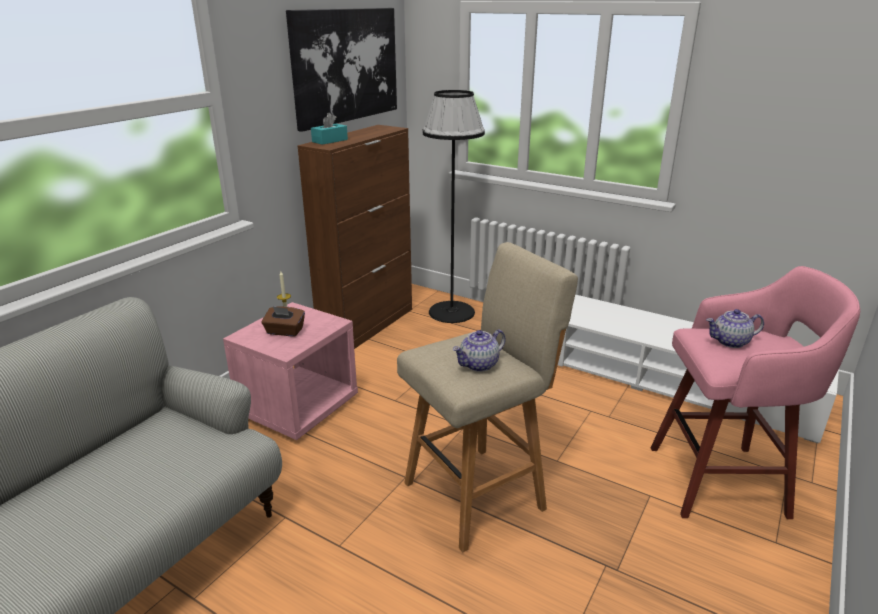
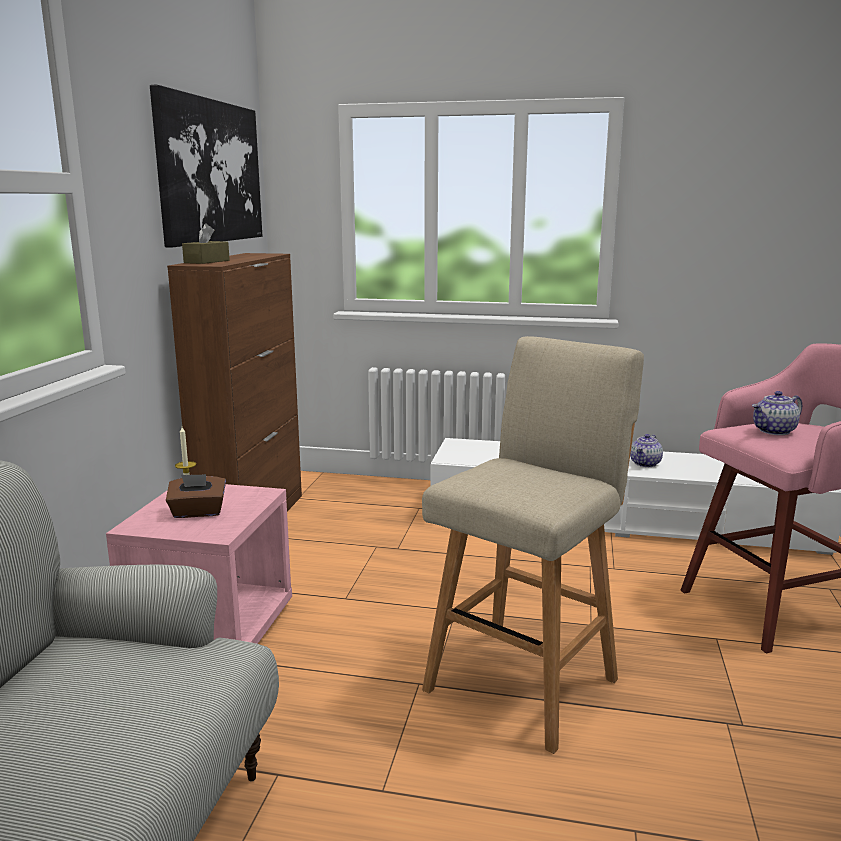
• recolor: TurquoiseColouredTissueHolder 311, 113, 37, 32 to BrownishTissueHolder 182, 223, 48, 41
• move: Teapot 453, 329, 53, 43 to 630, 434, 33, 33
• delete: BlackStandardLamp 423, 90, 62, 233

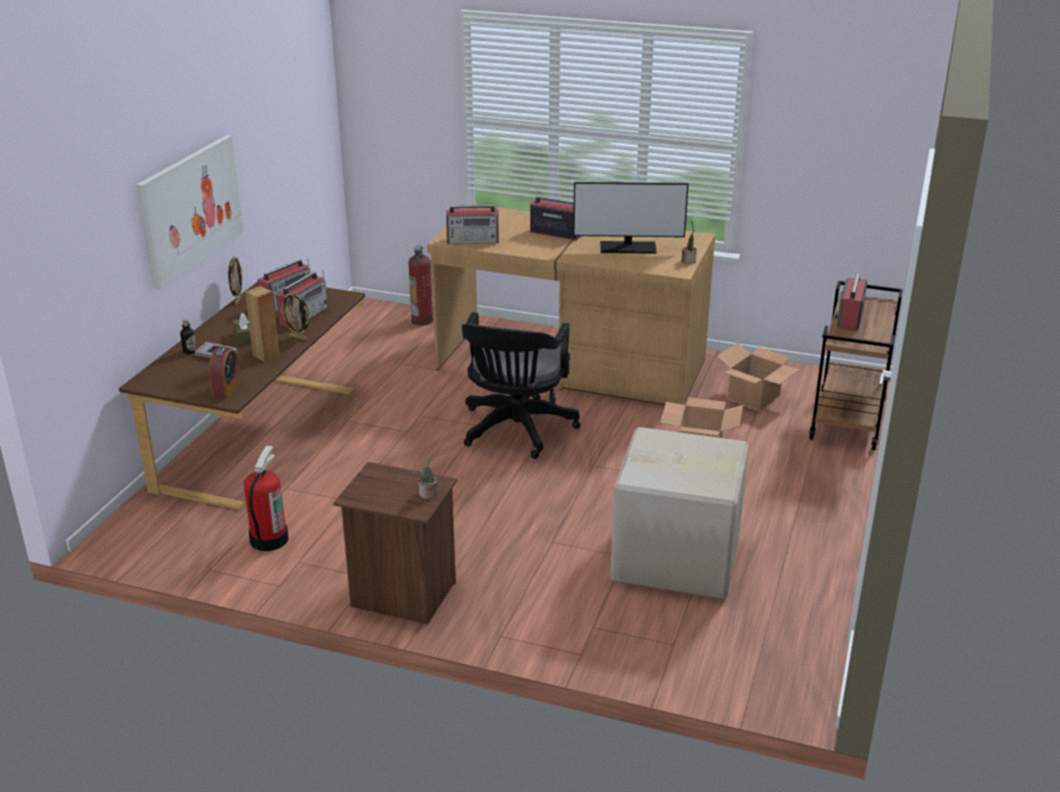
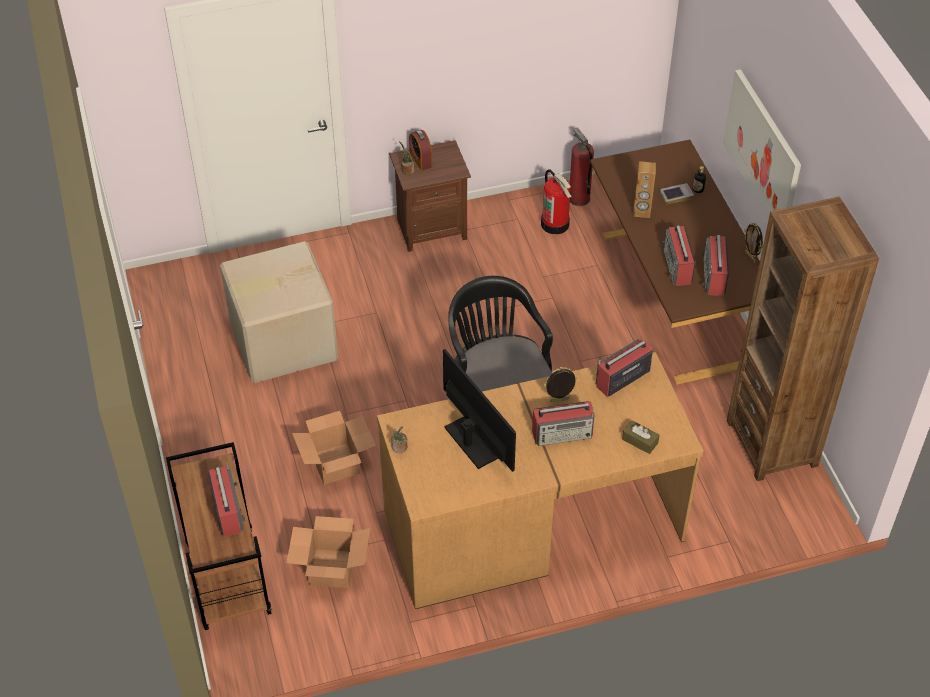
• move: BedsideClock 209, 347, 32, 52 to 409, 130, 23, 41
• rotate: ComputerScreen 573, 182, 116, 72 = 443, 349, 73, 123 90 degrees clockwise
• move: PhotoFrame 280, 292, 30, 48 to 544, 367, 33, 35
• move: Extinguisher 408, 246, 26, 80 to 570, 128, 24, 78
• move: BrownishTissueHolder 233, 313, 18, 32 to 622, 420, 37, 34
• insert: BrownishBookcase 727, 197, 152, 284

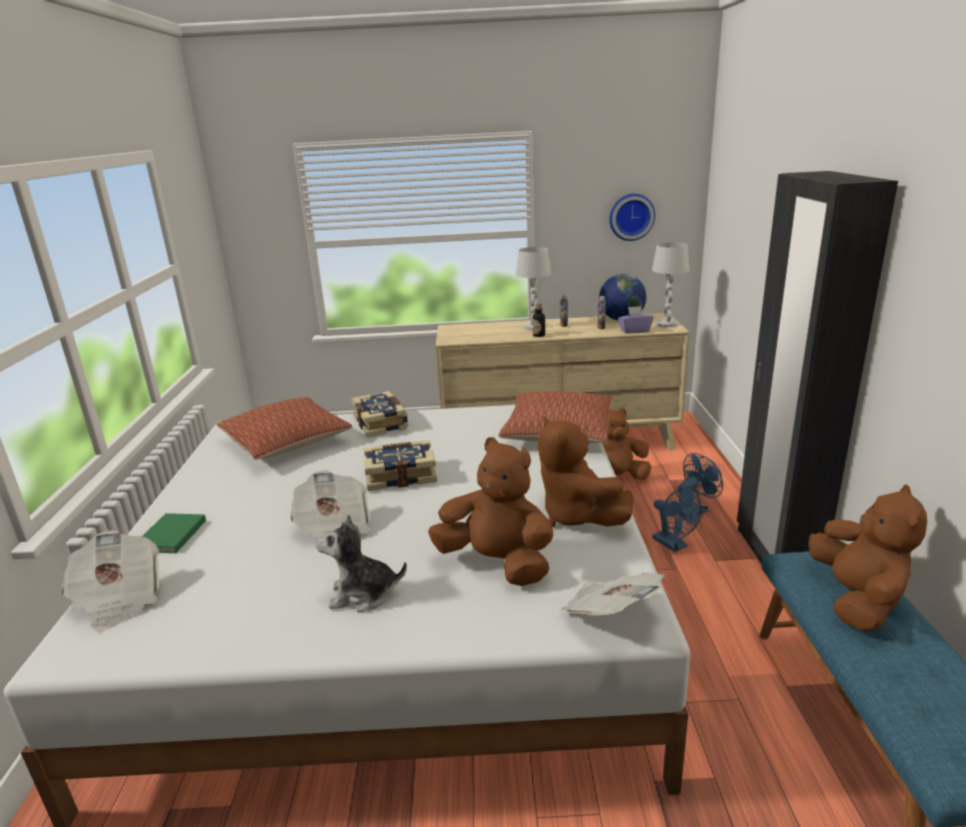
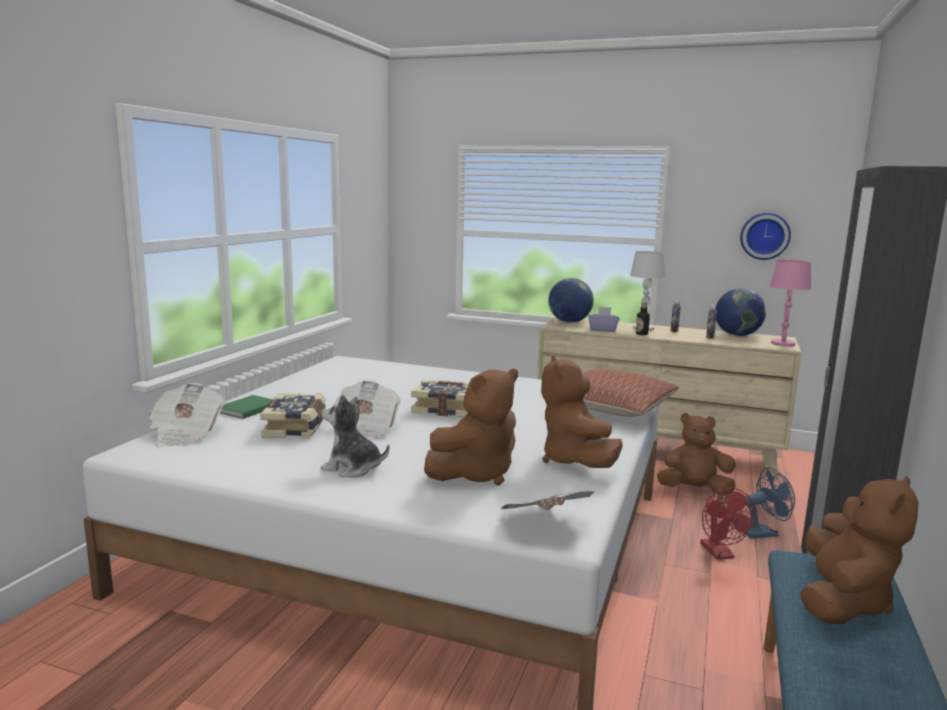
• move: BoundBook 351, 391, 57, 47 to 260, 393, 66, 45
• rotate: BrownishPlushToy 428, 437, 126, 149 = 424, 369, 94, 116 90 degrees clockwise
• insert: DeskGlobe 548, 278, 46, 45
• move: PurpleColouredTissueHolder 618, 306, 35, 28 to 588, 307, 31, 25
• recolor: BlueCoolingFan 653, 486, 49, 66 to RedColouredCoolingFan 700, 488, 55, 72
• recolor: WhitishTableLamp 652, 242, 37, 85 to PinkishTableLamp 770, 260, 41, 87
• delete: Pillow 216, 397, 136, 62

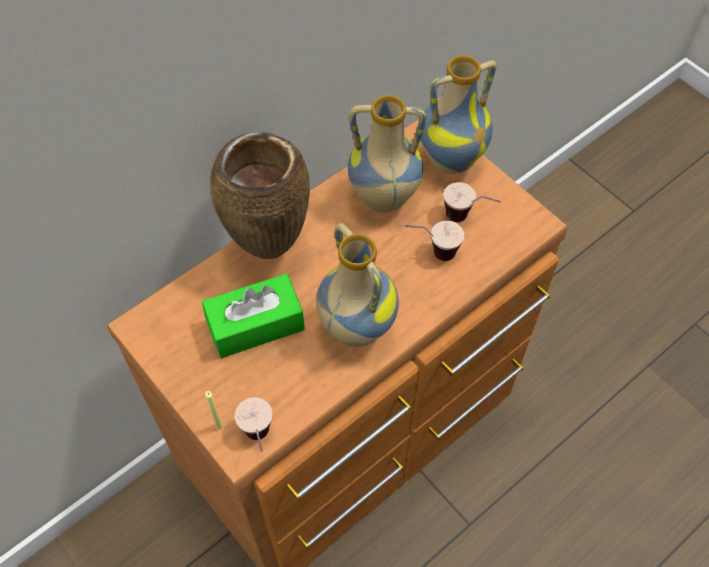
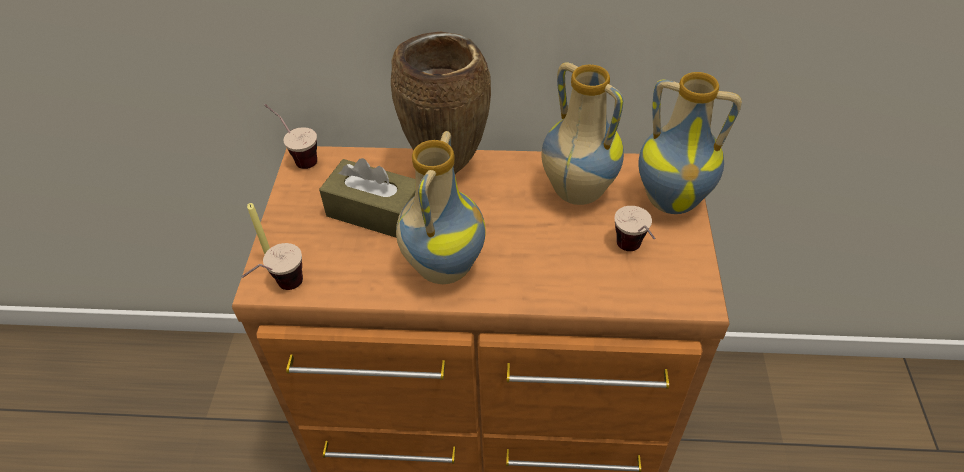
• move: Cup 405, 221, 59, 40 to 264, 104, 53, 65
• recolor: GreenTissueHolder 202, 274, 103, 84 to BrownishTissueHolder 319, 158, 97, 80

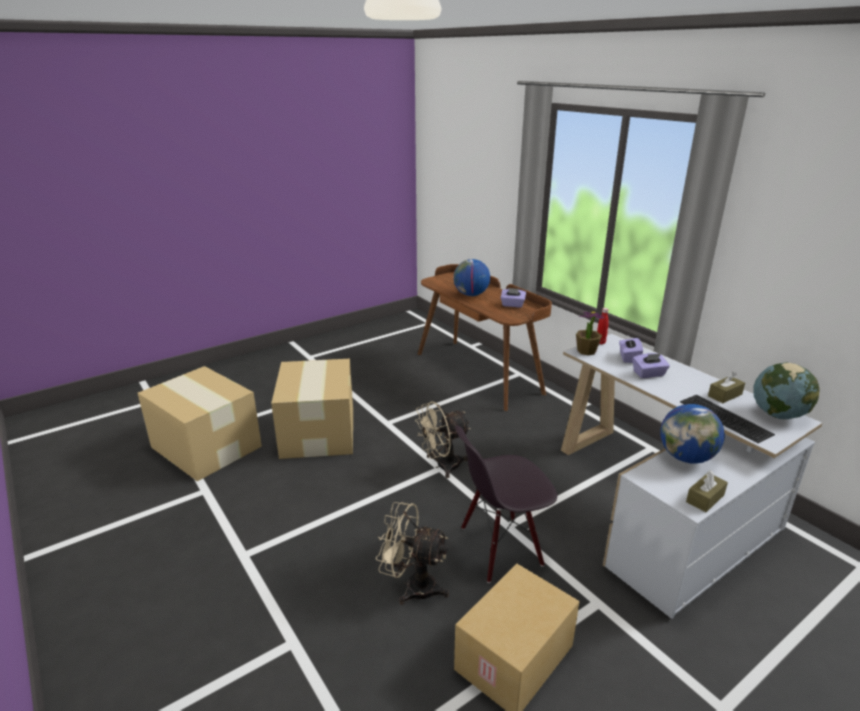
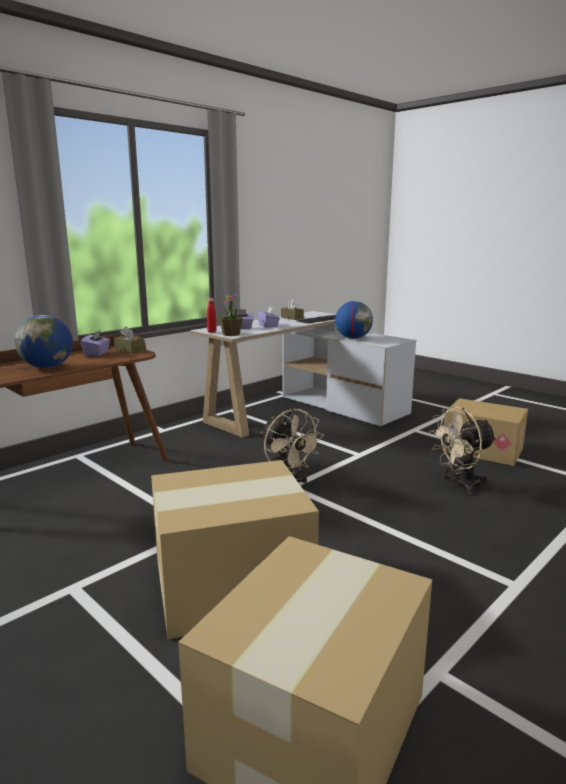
• move: BrownishTissueHolder 686, 470, 42, 42 to 114, 326, 30, 27
• rotate: BeigeCoolingFan 375, 502, 74, 103 = 429, 406, 68, 89 60 degrees clockwise
• delete: BlackChair 455, 425, 102, 158
• delete: DeskGlobe 753, 362, 67, 57

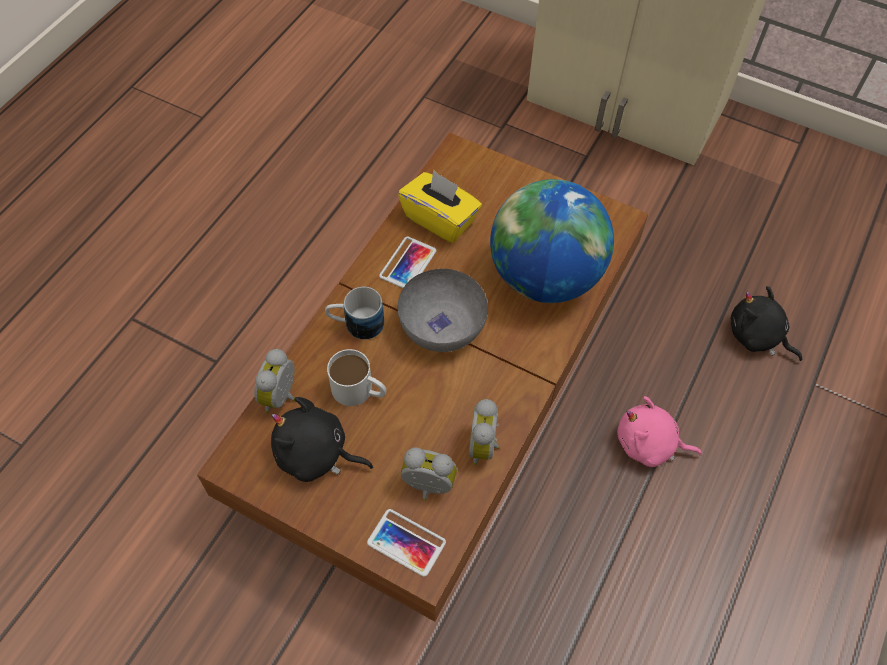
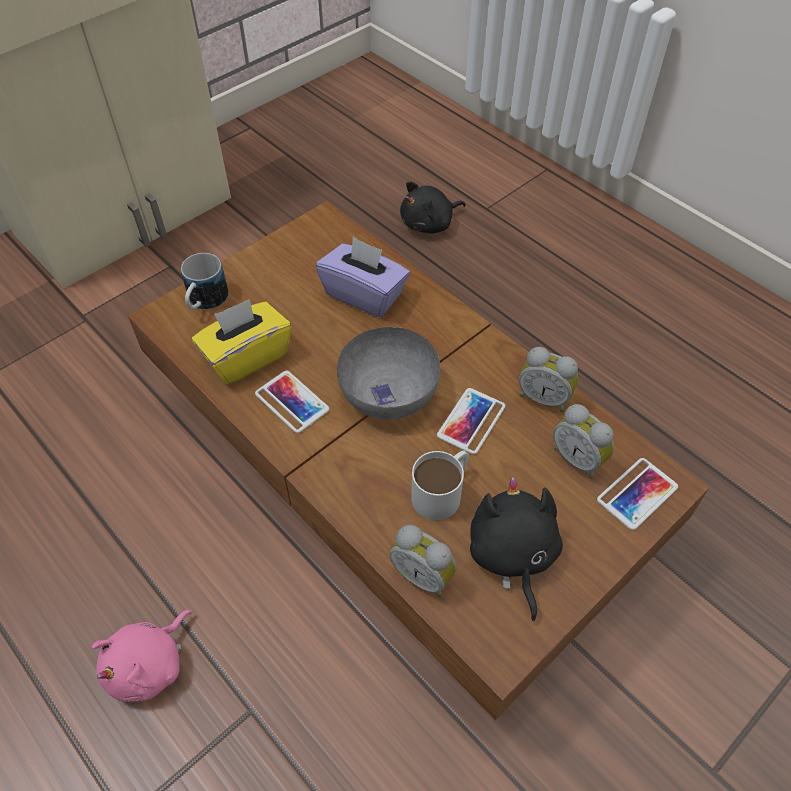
• move: PinkishPlushToy 617, 396, 85, 71 to 92, 610, 100, 92
• move: CoffeeMug 325, 287, 59, 53 to 181, 253, 47, 57
• replace: DeskGlobe 490, 179, 124, 124 to PurpleColouredTissueHolder 316, 237, 94, 80
• insert: Handset 437, 388, 68, 66
• rotate: BlackPlushToy 271, 397, 102, 85 = 470, 477, 93, 145 135 degrees clockwise
• rotate: BedsideClock 401, 447, 56, 54 = 553, 404, 61, 75 75 degrees counterclockwise

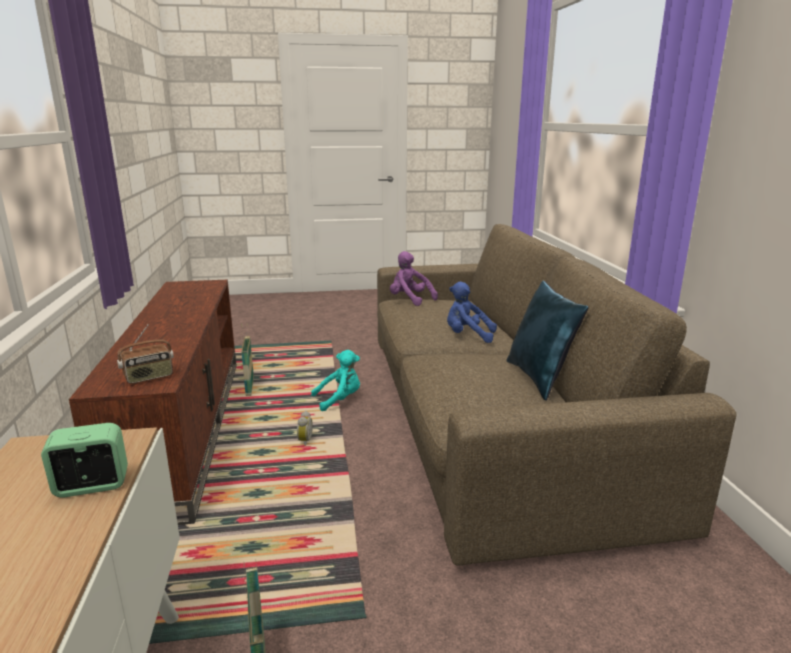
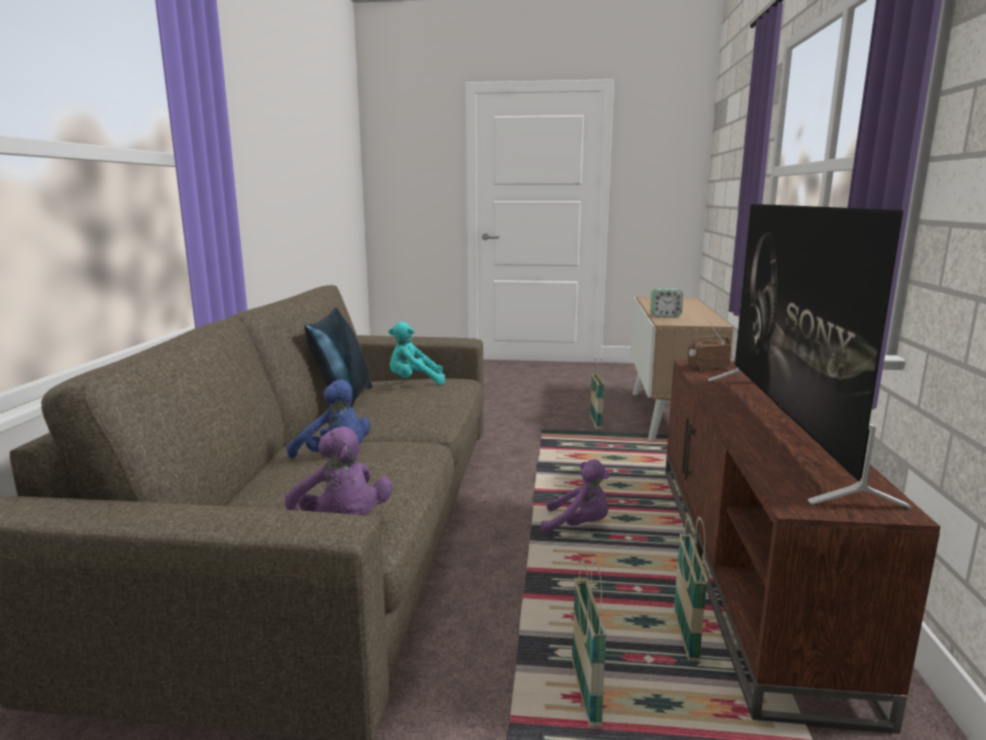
• move: TurquoiseColouredPlushToy 311, 350, 49, 61 to 389, 322, 56, 63
• replace: BedsideClock 297, 411, 16, 35 to PurpleColouredPlushToy 541, 460, 69, 74
• insert: HouseholdBasket 572, 559, 35, 168
• insert: Television 708, 204, 204, 305

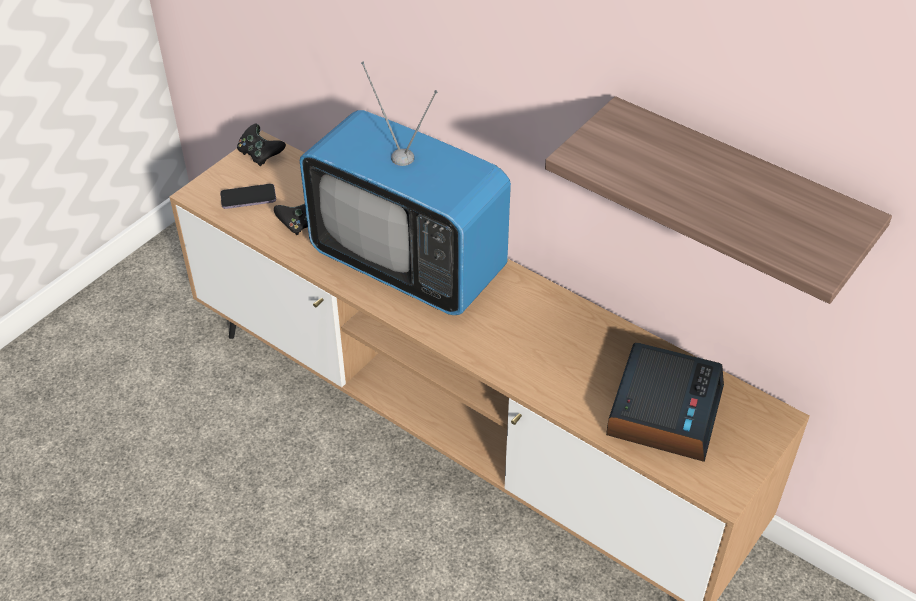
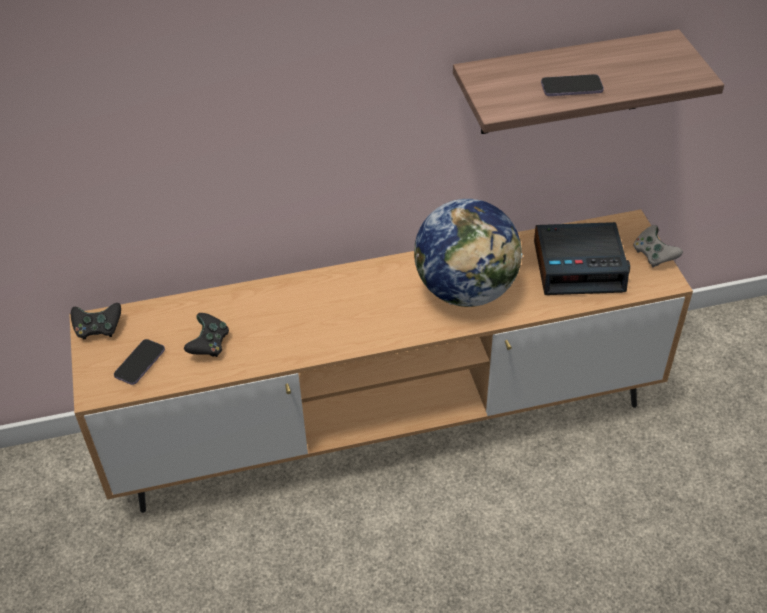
• insert: DeskGlobe 414, 199, 109, 108
• rotate: BedsideClock 606, 343, 118, 119 = 534, 222, 96, 73 120 degrees clockwise
• insert: Handset 541, 74, 63, 22
• insert: GreyGamepad 633, 225, 50, 43
• delete: Television 300, 62, 211, 253

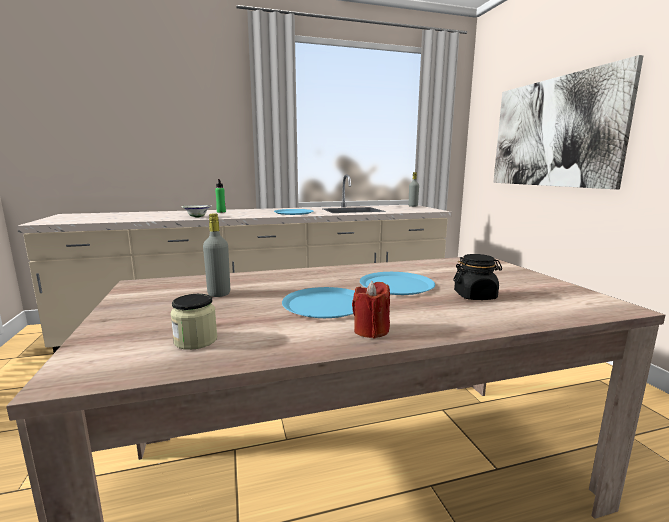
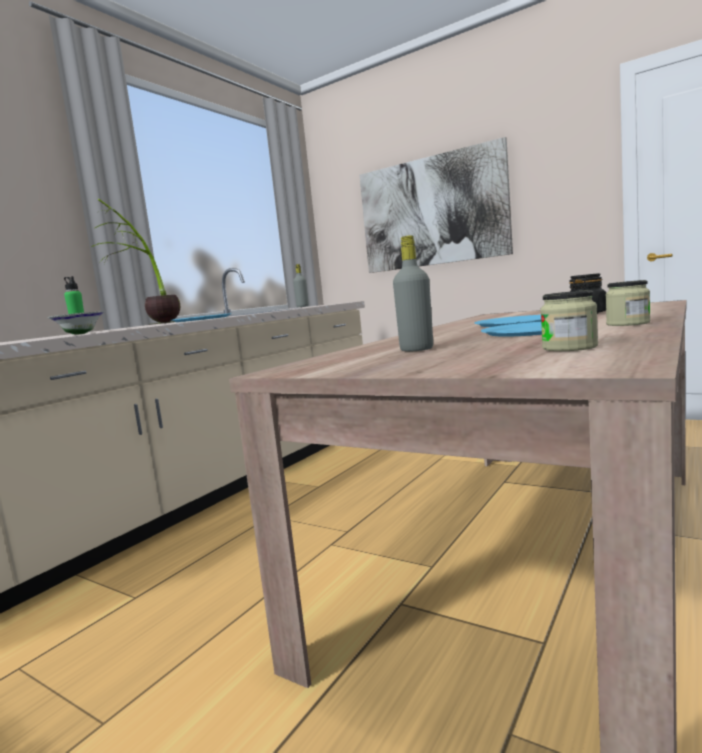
• insert: PlantInAPot 91, 199, 89, 126
• replace: RedColouredWaxLight 352, 281, 38, 57 to Jar 605, 280, 45, 46

